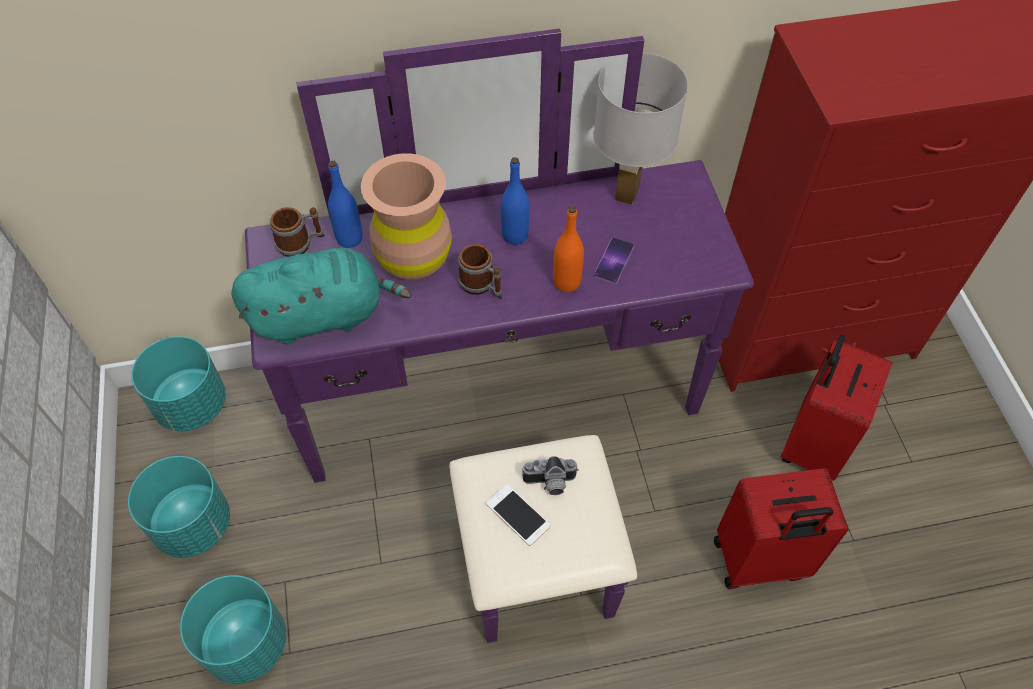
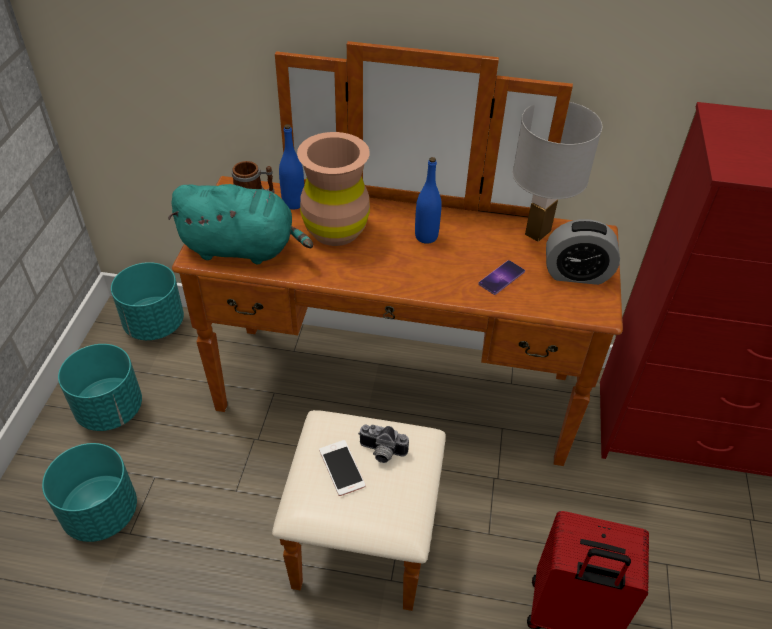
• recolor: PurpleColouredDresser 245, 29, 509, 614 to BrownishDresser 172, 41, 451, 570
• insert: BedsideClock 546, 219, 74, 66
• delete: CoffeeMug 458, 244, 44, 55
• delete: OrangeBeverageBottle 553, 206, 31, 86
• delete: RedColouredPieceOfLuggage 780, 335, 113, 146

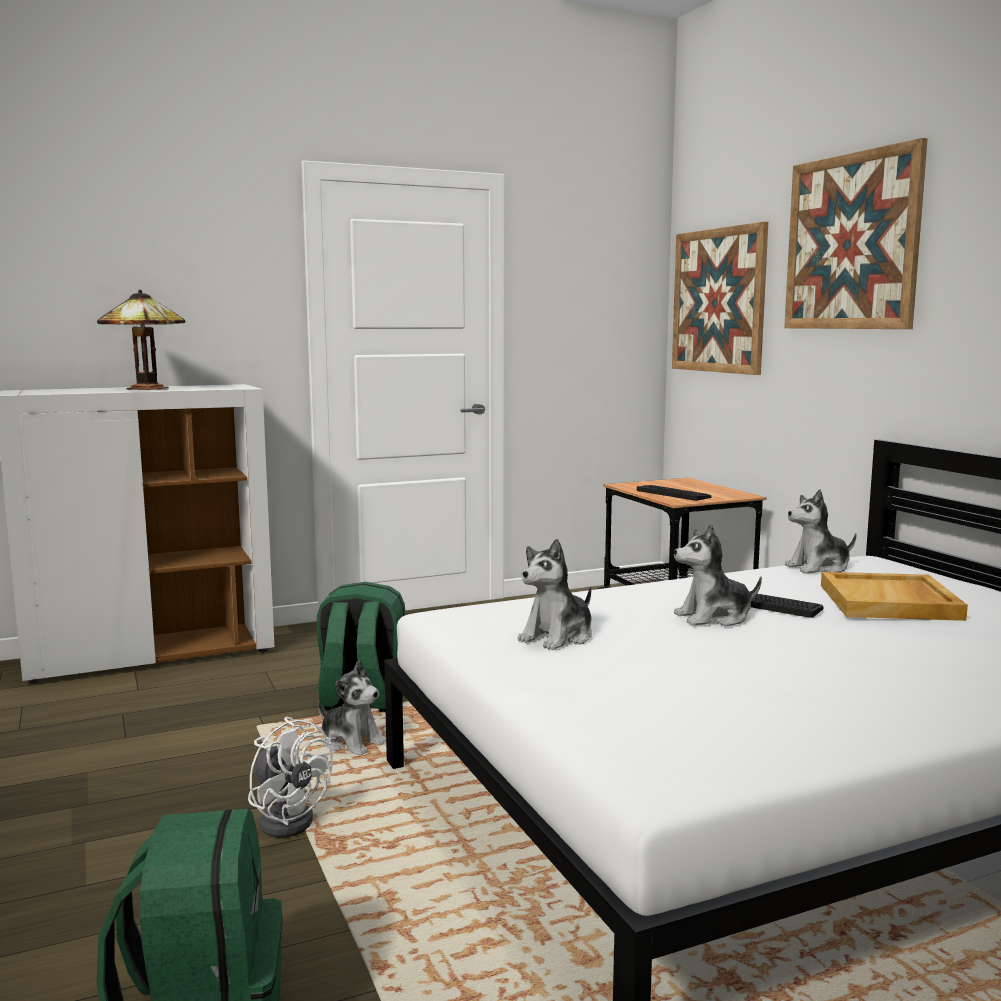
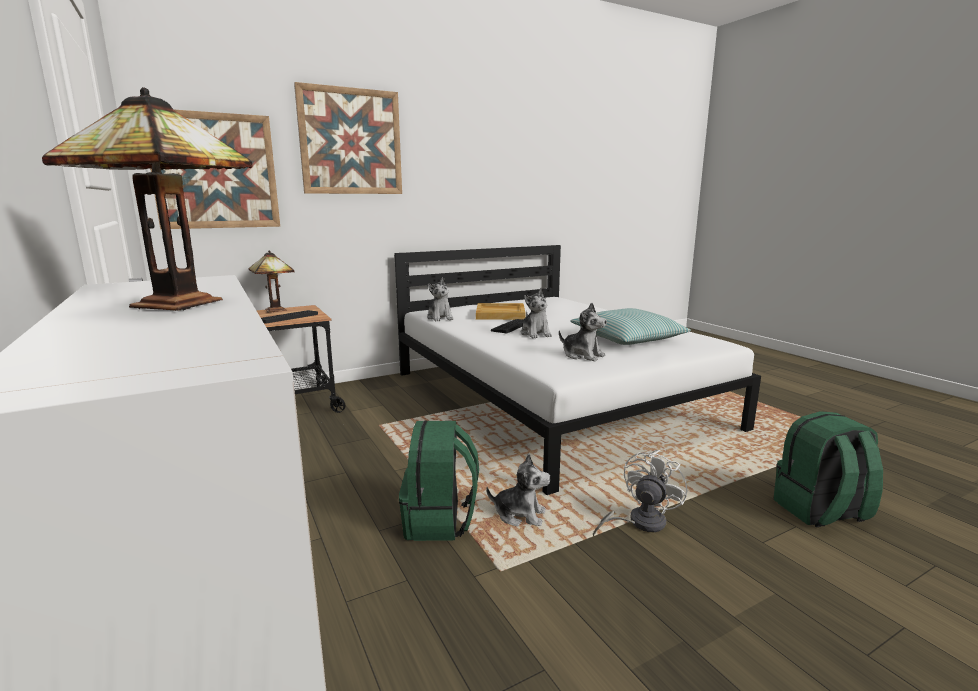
• insert: TableLamp 249, 250, 46, 62
• rotate: PlushToy 318, 661, 68, 94 = 486, 454, 65, 72 75 degrees clockwise
• insert: Pillow 570, 308, 121, 37

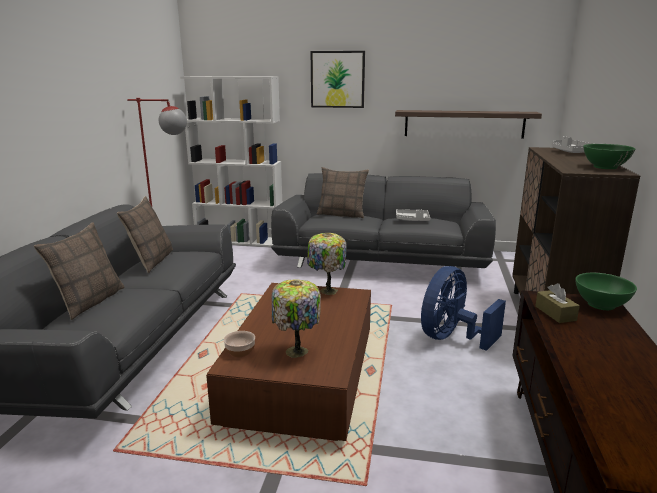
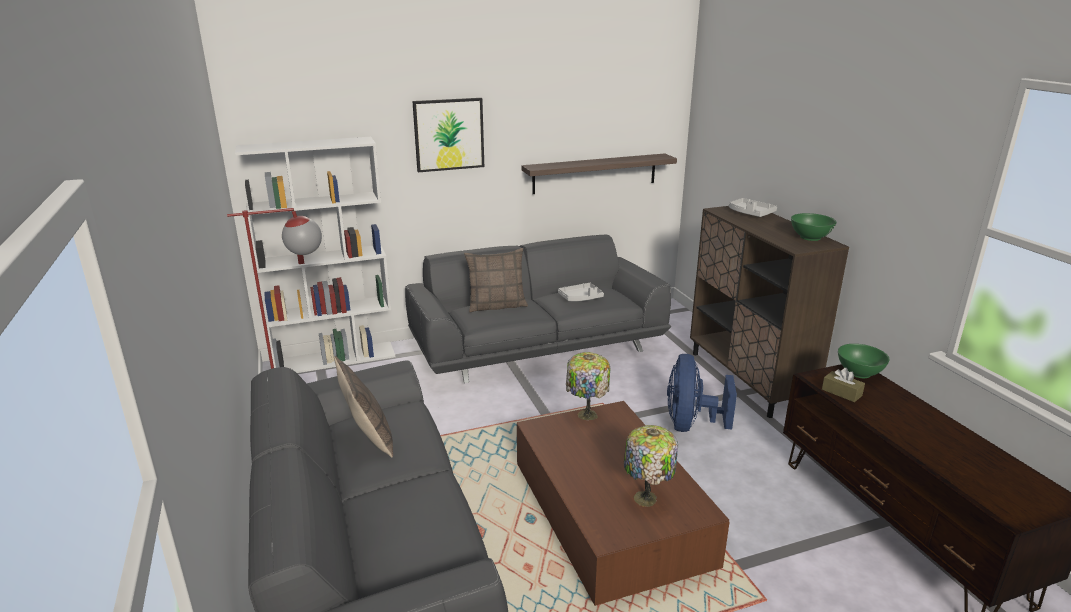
• delete: Pillow 34, 222, 90, 98
• delete: ServingBowl 223, 331, 32, 26

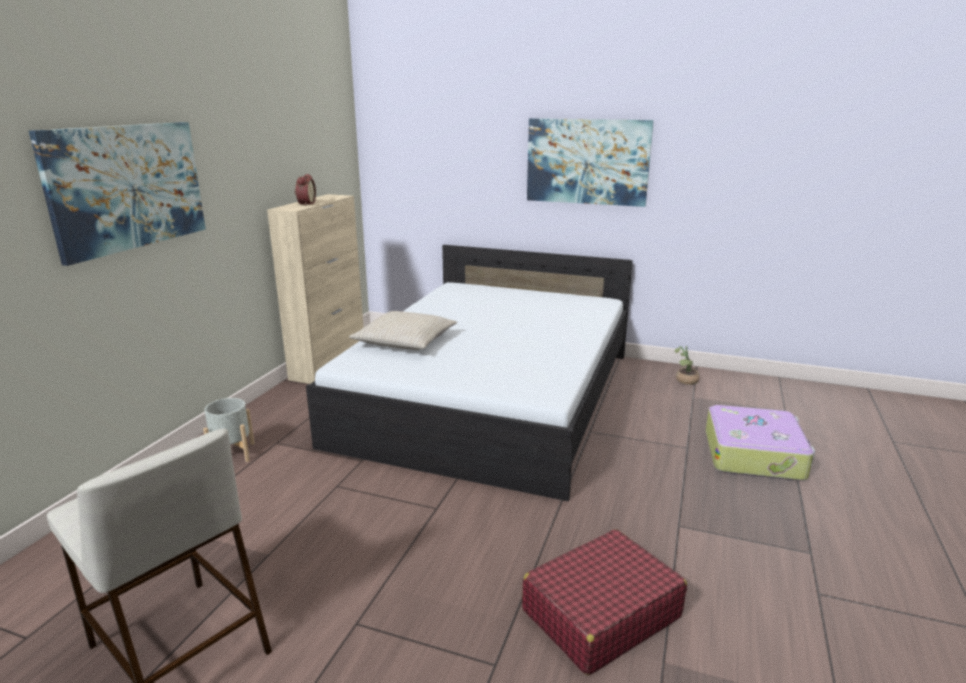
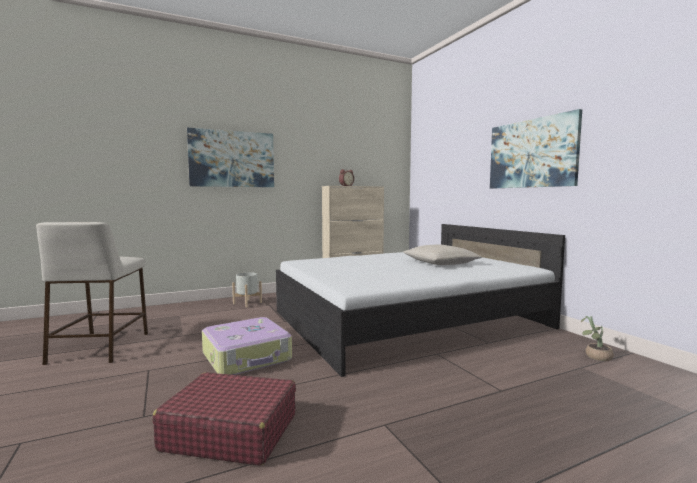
• move: PieceOfLuggage 706, 405, 109, 76 to 202, 317, 90, 58
• move: BeigePillow 349, 311, 108, 39 to 403, 245, 79, 20

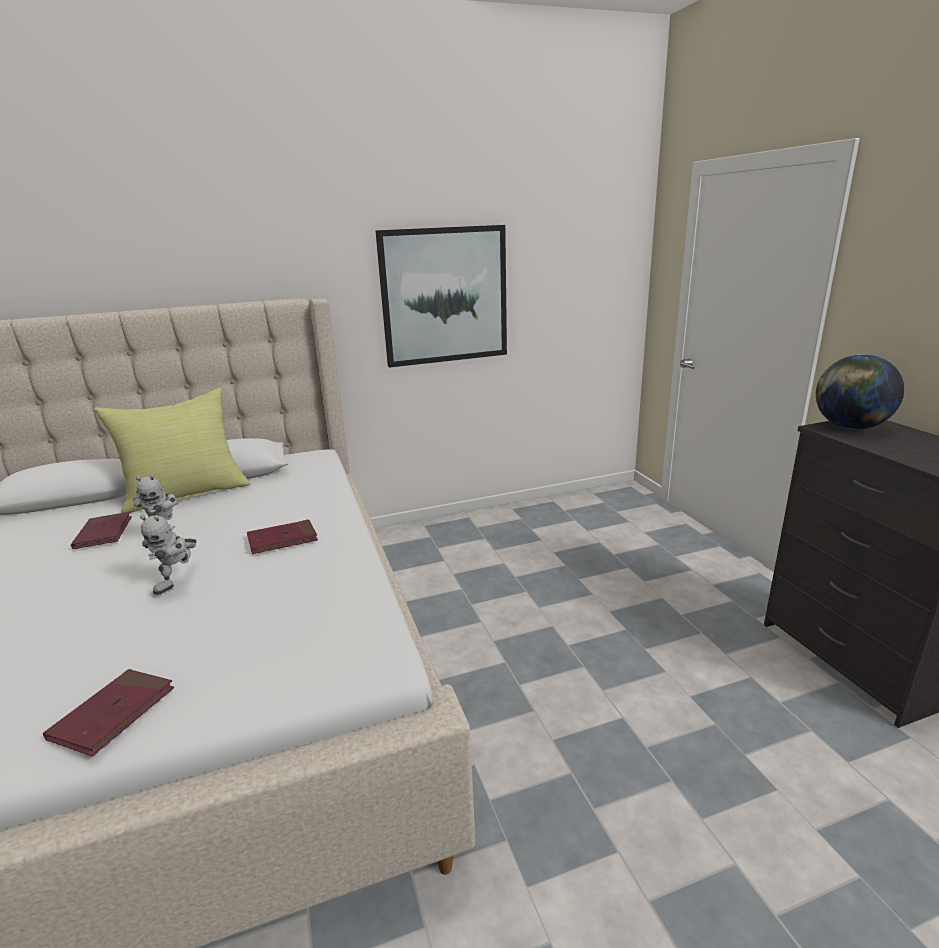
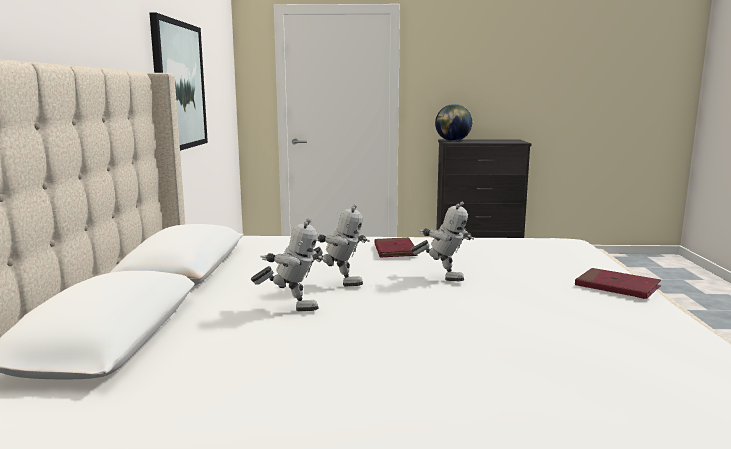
• replace: RedColouredBoundBook 71, 512, 61, 37 to ModelRobot 251, 218, 75, 93
• delete: YellowColouredPillow 93, 388, 157, 125

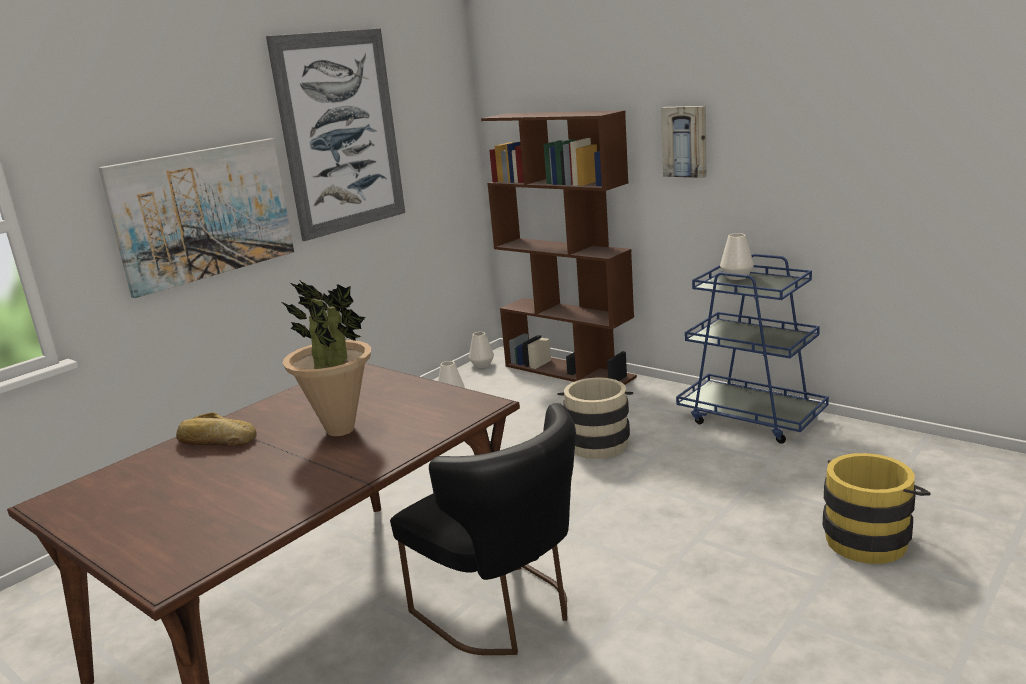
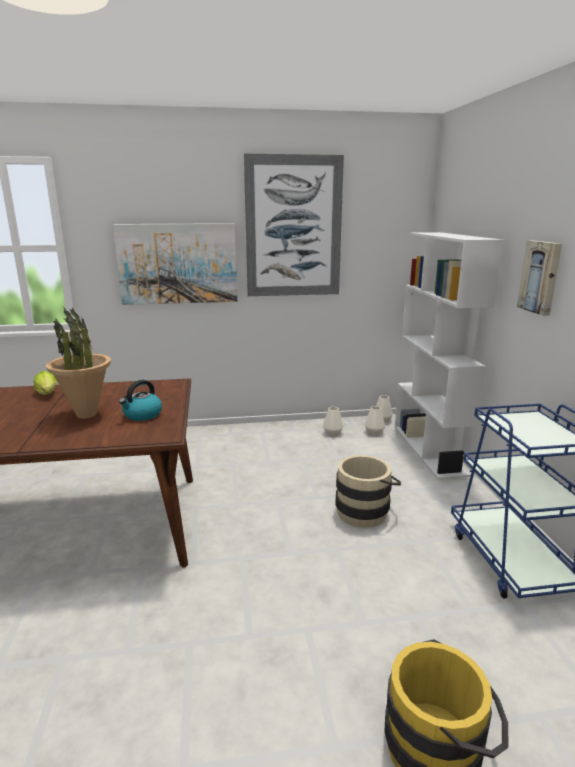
• replace: BakedBread 176, 412, 81, 34 to Lettuce 34, 371, 23, 24
• insert: WaterKettle 119, 380, 43, 41
• move: WhitishVase 720, 233, 34, 47 to 365, 406, 20, 29
• recolor: BrownishBookcase 481, 110, 156, 275 to WhitishBookcase 395, 232, 108, 247
• delete: BlackChair 390, 403, 186, 252

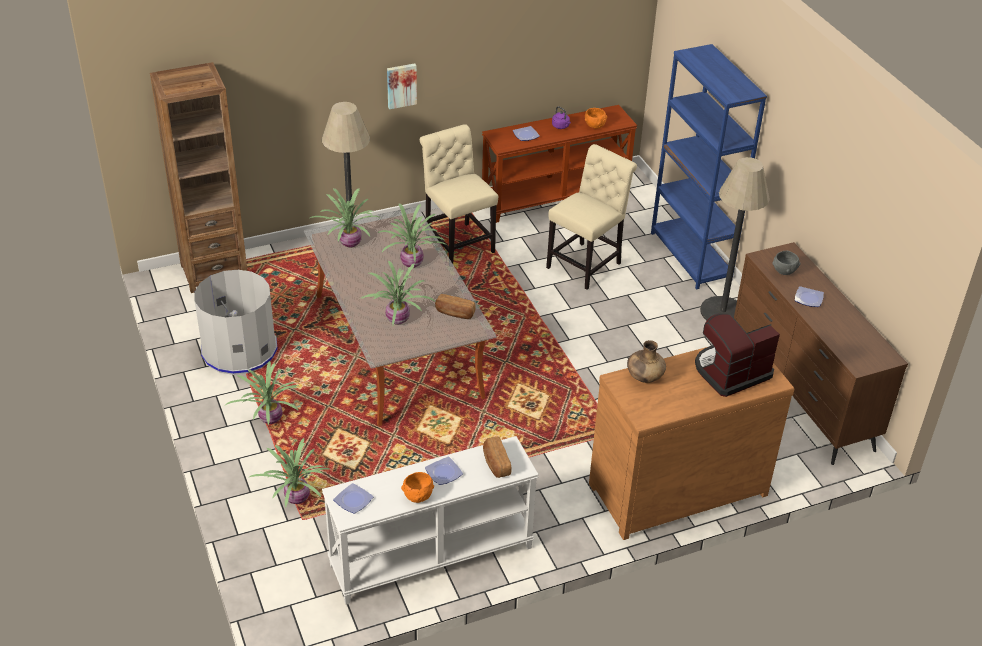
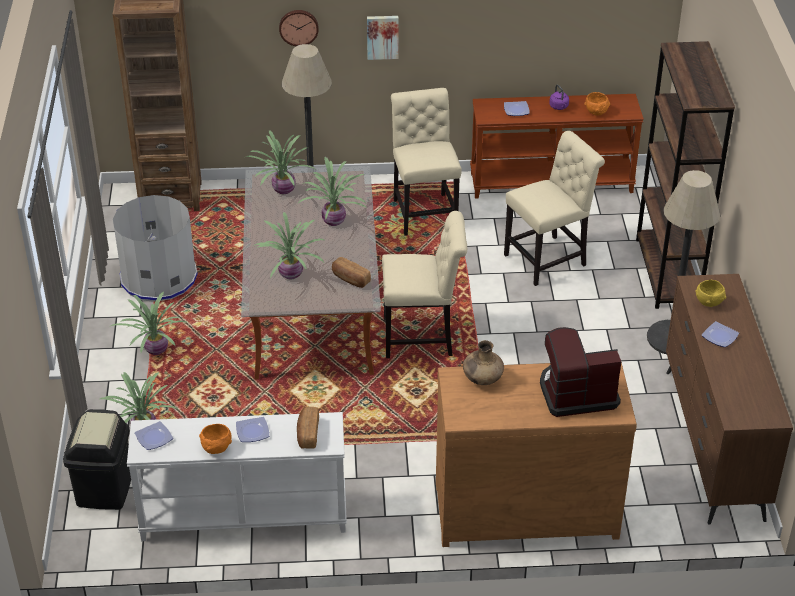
• insert: BlackRubbishBin 63, 409, 68, 101
• insert: ClockOnTheWall 279, 10, 40, 36
• insert: BeigeChair 382, 211, 85, 147
• recolor: BlueBookcase 651, 44, 116, 246 to BrownishBookcase 636, 41, 99, 268
• recolor: GreyServingBowl 772, 251, 29, 24 to YellowColouredServingBowl 695, 280, 31, 27

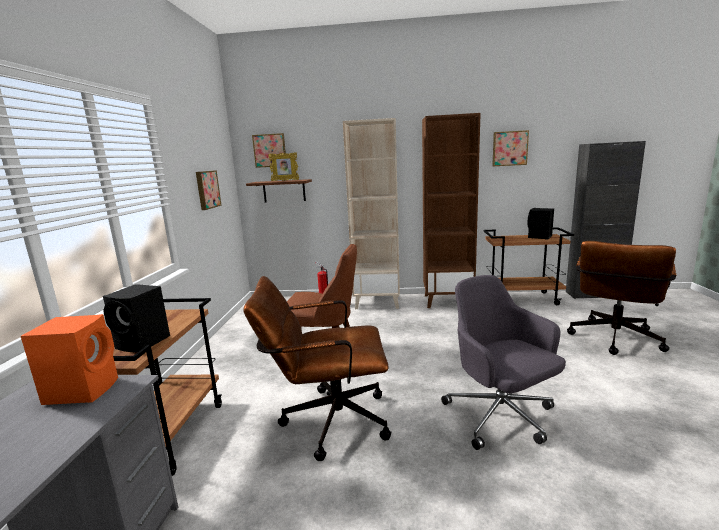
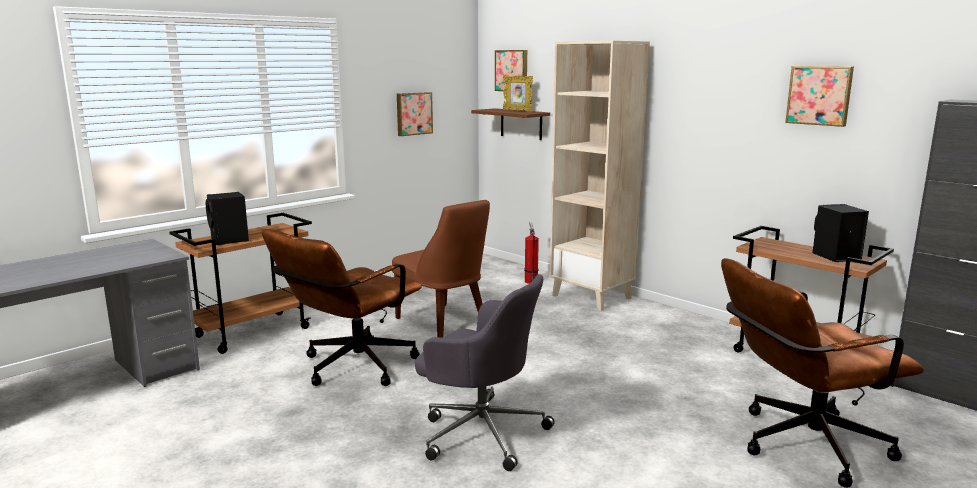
• rotate: BrownishDeskChair 243, 276, 148, 185 = 262, 229, 160, 157 90 degrees counterclockwise
• rotate: GreyDeskChair 441, 275, 125, 175 = 415, 274, 140, 197 105 degrees clockwise
• delete: OrangeSpeaker 21, 314, 97, 91
• delete: BrownishBookcase 422, 113, 59, 195

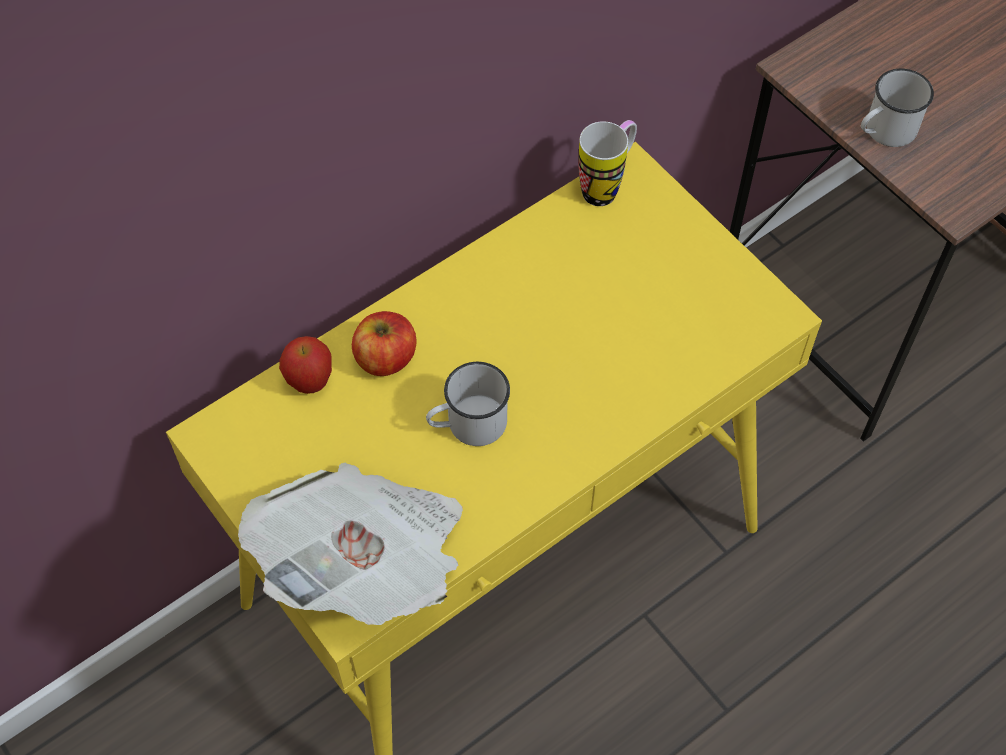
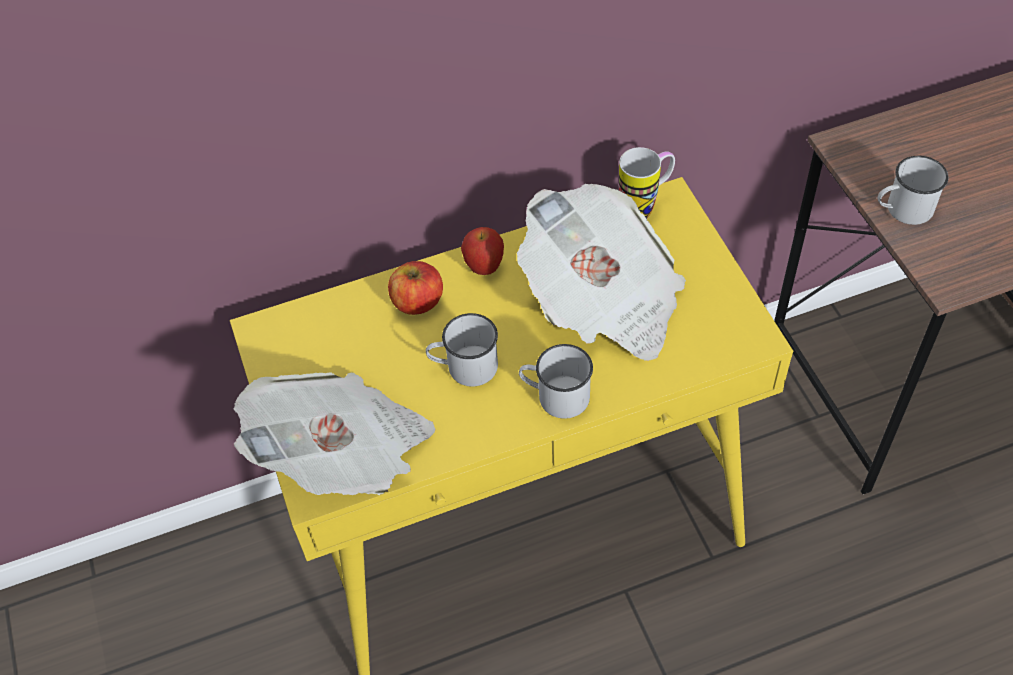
• move: AppleFruit 279, 336, 53, 58 to 461, 227, 43, 48
• insert: PrintedPaper 517, 184, 169, 177
• insert: WhitishCoffeeMug 519, 344, 74, 75

